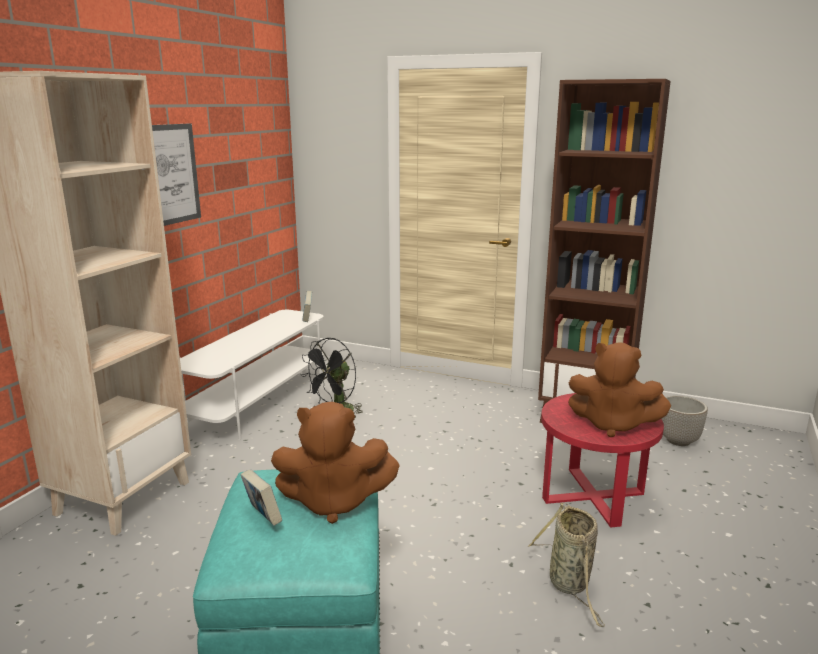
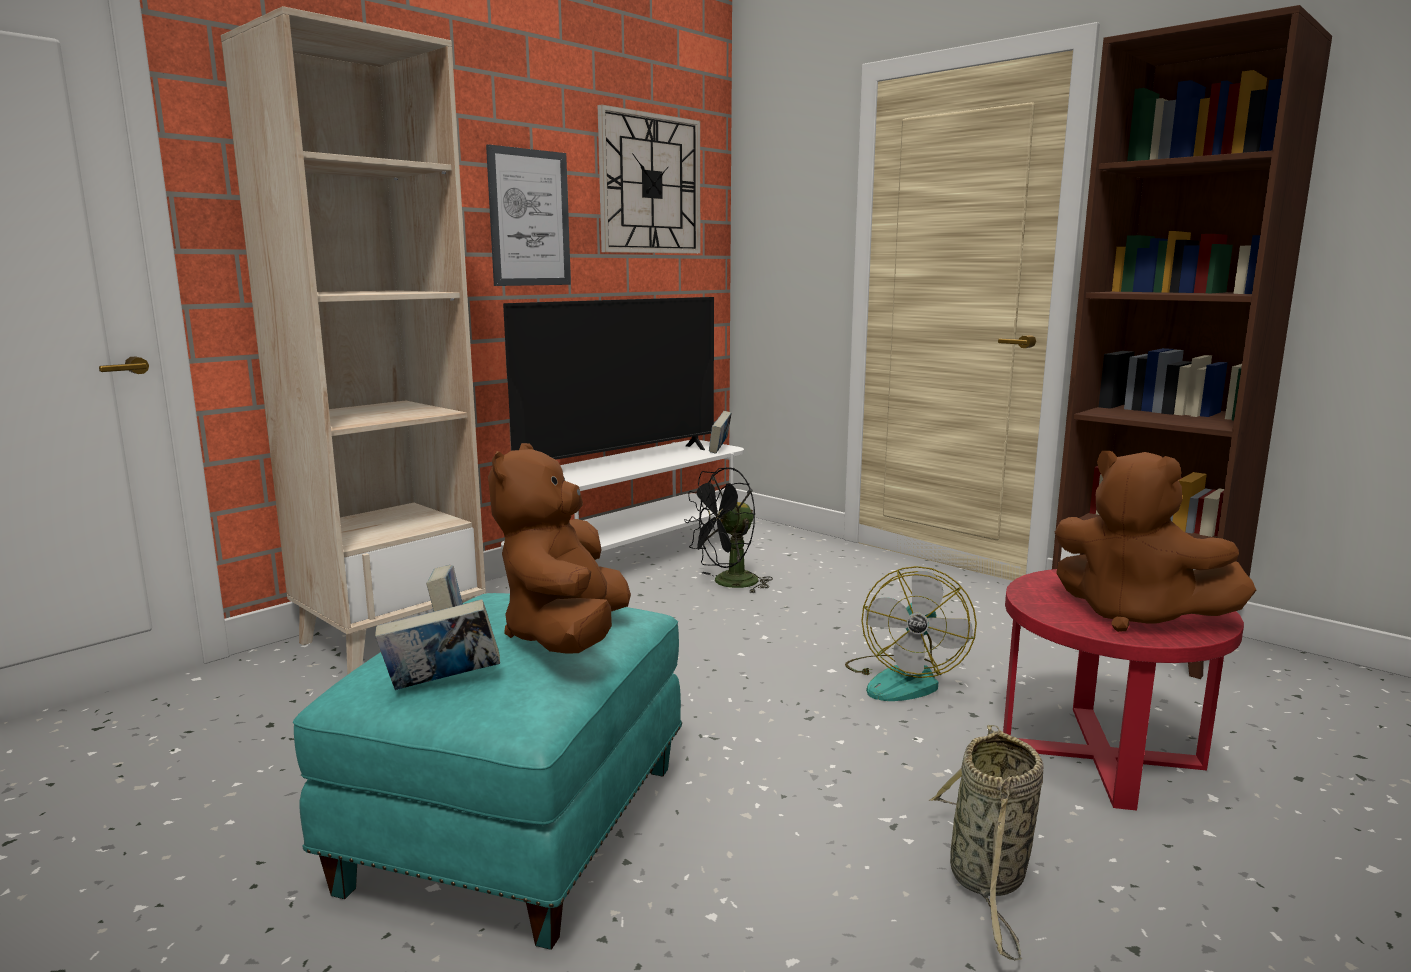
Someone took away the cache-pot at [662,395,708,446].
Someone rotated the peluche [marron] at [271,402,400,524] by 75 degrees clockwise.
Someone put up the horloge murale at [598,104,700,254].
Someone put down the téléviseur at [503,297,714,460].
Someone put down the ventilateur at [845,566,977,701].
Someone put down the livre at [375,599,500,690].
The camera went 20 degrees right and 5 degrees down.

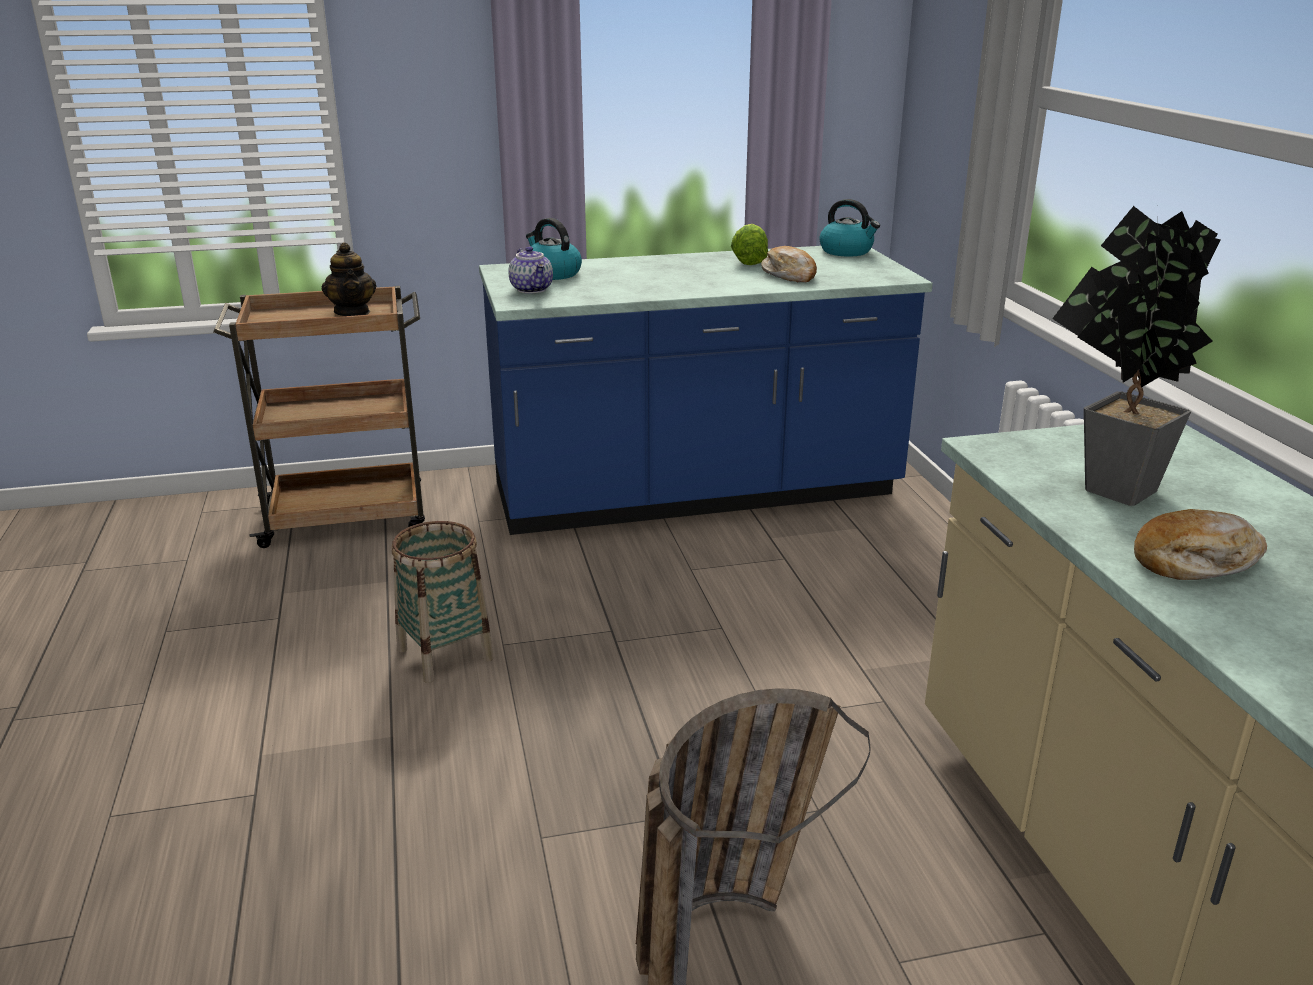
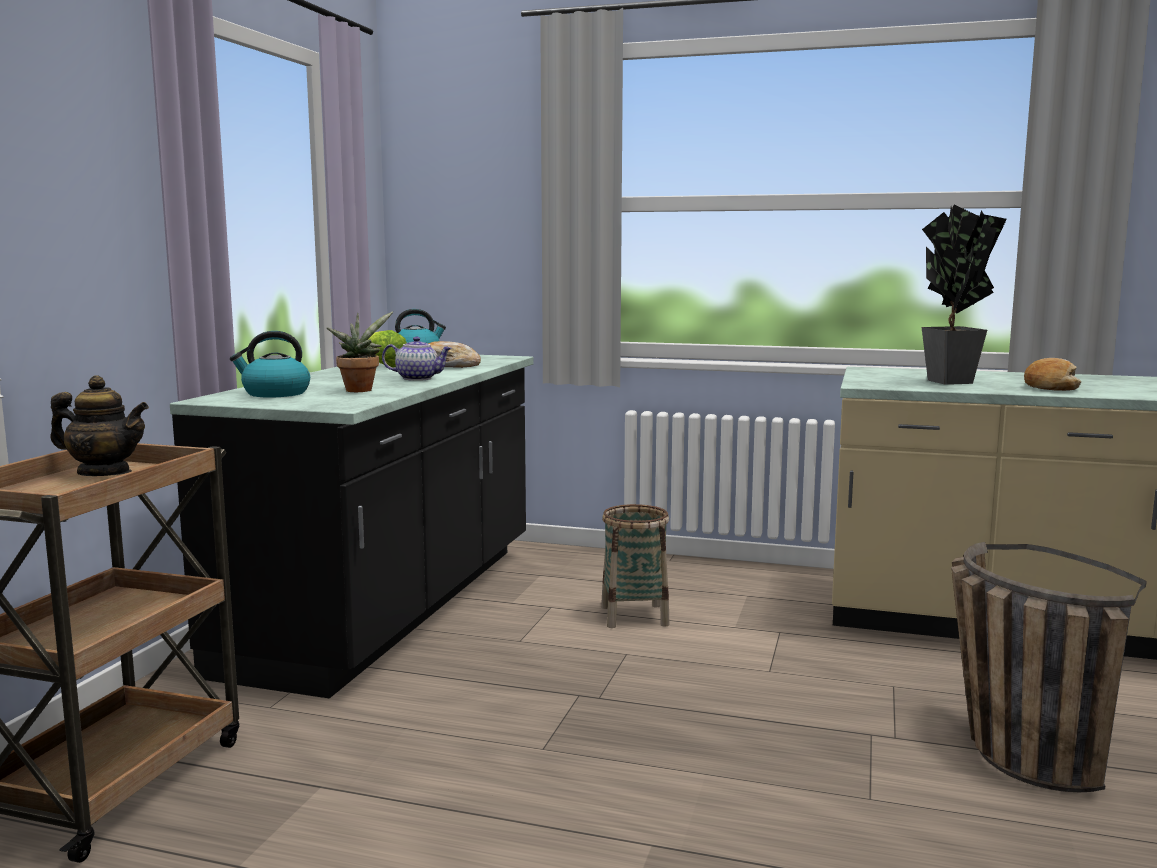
Someone repainted the comptoir de cuisine [bleu] at [479,246,933,535], which became the comptoir de cuisine [noir] at [170,355,534,699].
Someone carried the théière from [508,246,553,294] to [382,337,452,381].
Someone carried the panier from [392,521,494,683] to [601,504,670,628].
Someone put down the plante en pot at [327,312,393,392].
The camera went 60 degrees left and 15 degrees down.

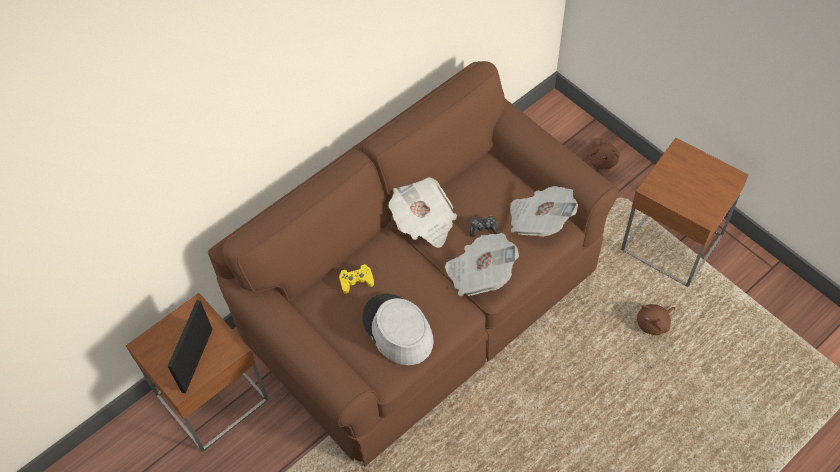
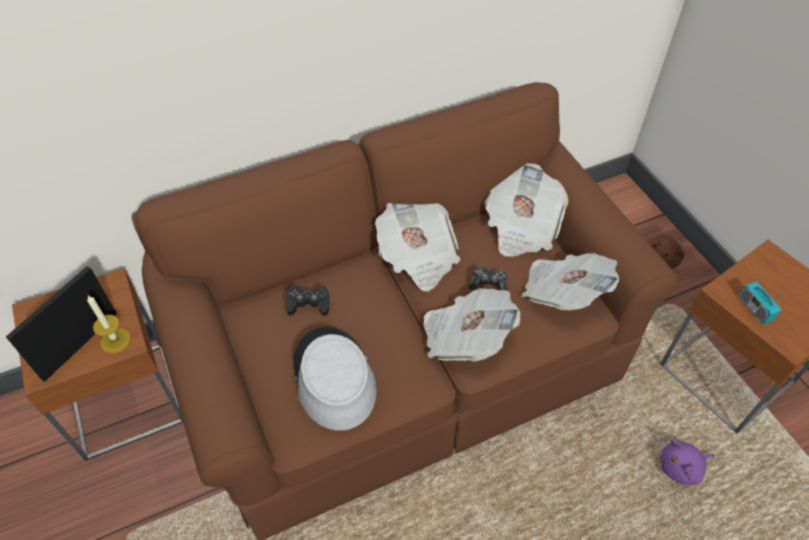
Someone repainted the manette [jaune] at [339,264,374,294], which became the manette [noir] at [286,285,329,316].
Someone repainted the peluche [marron] at [637,304,676,335], which became the peluche [violet] at [661,440,715,485].
Someone put down the journal at [485,163,569,256].
Someone put down the radio at [739,279,790,324].
Someone put down the bougie at [87,296,131,353].
The camera went 15 degrees right and 5 degrees down.

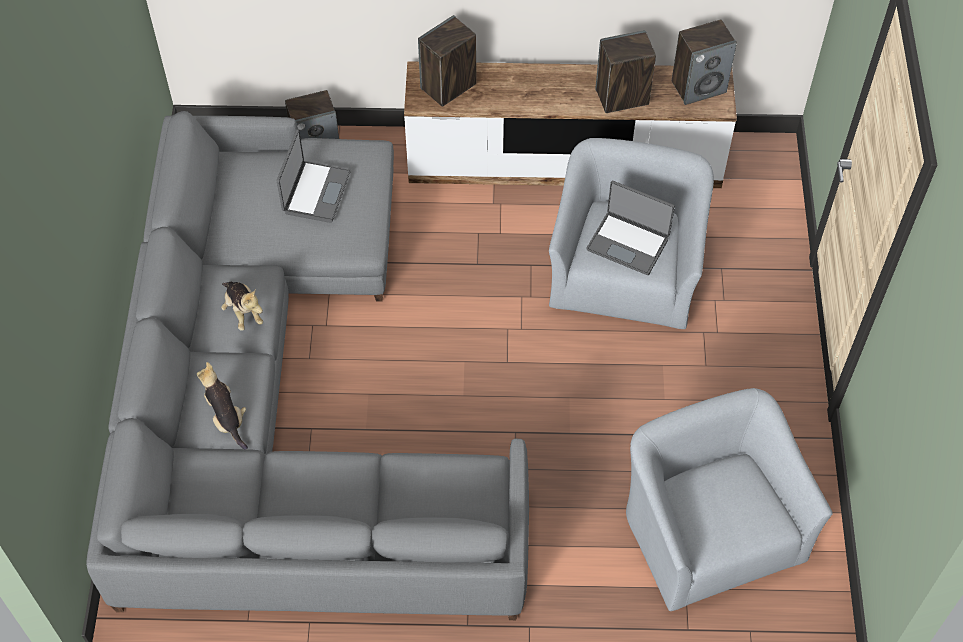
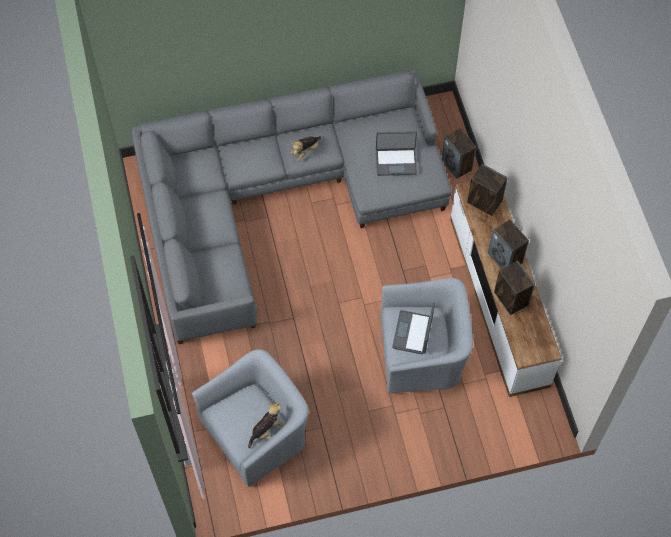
Someone carried the enceinte from [672,19,737,105] to [488,220,529,269].
Someone carried the peluche from [197,362,248,450] to [248,402,284,449].
The camera went 75 degrees right and 5 degrees up.

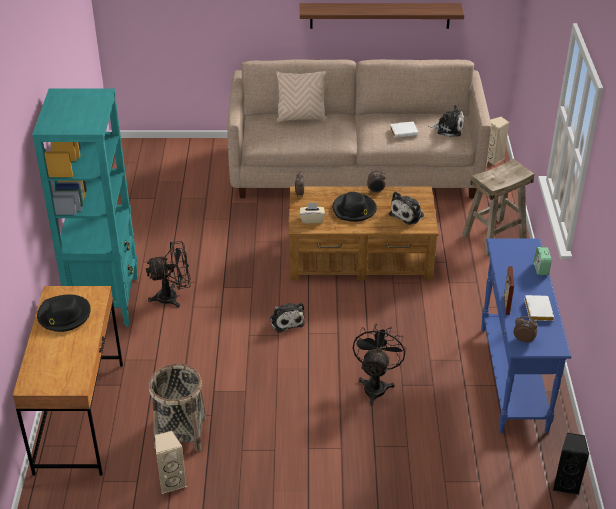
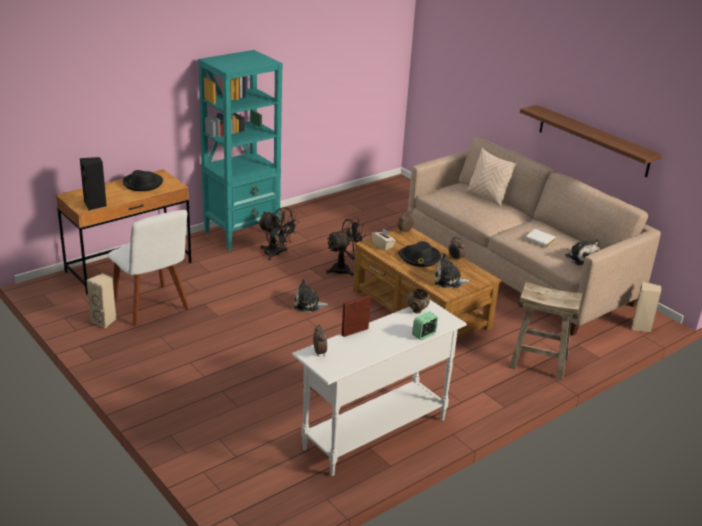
Someone repainted the table console [bleu] at [481,239,571,433], which became the table console [blanc] at [292,300,467,476].
Someone took away the livre [blanc] at [524,295,554,321].
Someone rotated the peluche at [270,303,305,333] by 60 degrees clockwise.
Someone carried the ventilateur [noir] from [353,323,406,406] to [326,218,367,276].
Someone swapped the panier at [149,364,206,451] for the chaise [blanc] at [107,210,190,326].
Someone carried the enceinte [noir] from [553,433,589,495] to [80,157,107,210].
Someone put down the bol [marron] at [407,289,430,314].
The camera went 50 degrees right and 10 degrees down.

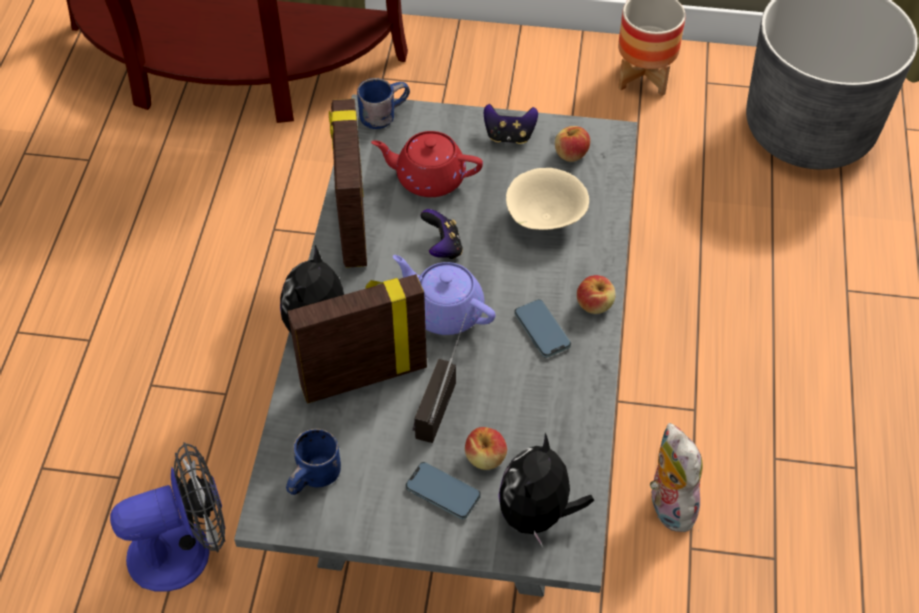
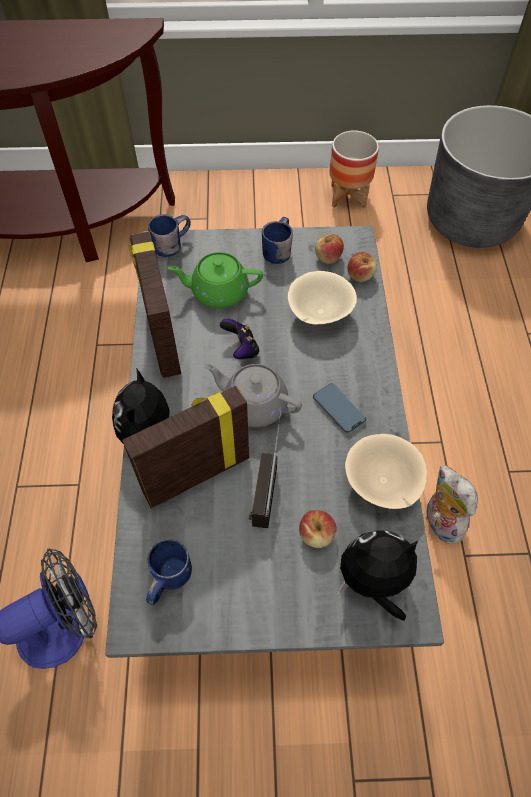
Someone swapped the manette at [484,104,538,144] for the mug [bleu] at [262,217,293,264].
Someone repainted the théière [rouge] at [371,131,483,197], which became the théière [vert] at [168,252,263,308].
Someone repainted the théière [violet] at [393,255,496,335], which became the théière [gris] at [204,364,302,427].
Someone carried the pomme from [577,275,616,314] to [347,252,377,282].
Someone rotated the peluche at [498,433,594,547] by 75 degrees clockwise.
Someone took away the téléphone at [406,462,481,519].
Someone put down the bol [beige] at [345,434,427,509].
The camera went 10 degrees left and 5 degrees up.

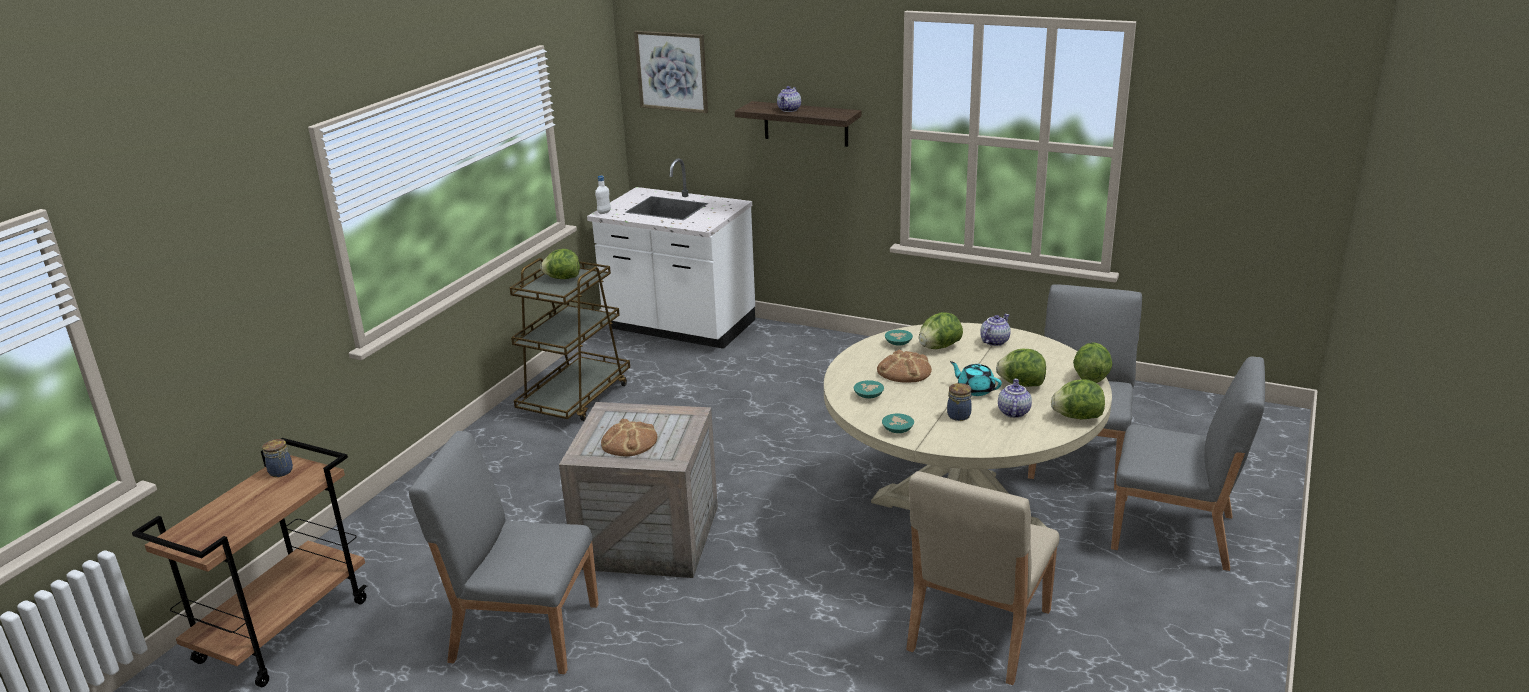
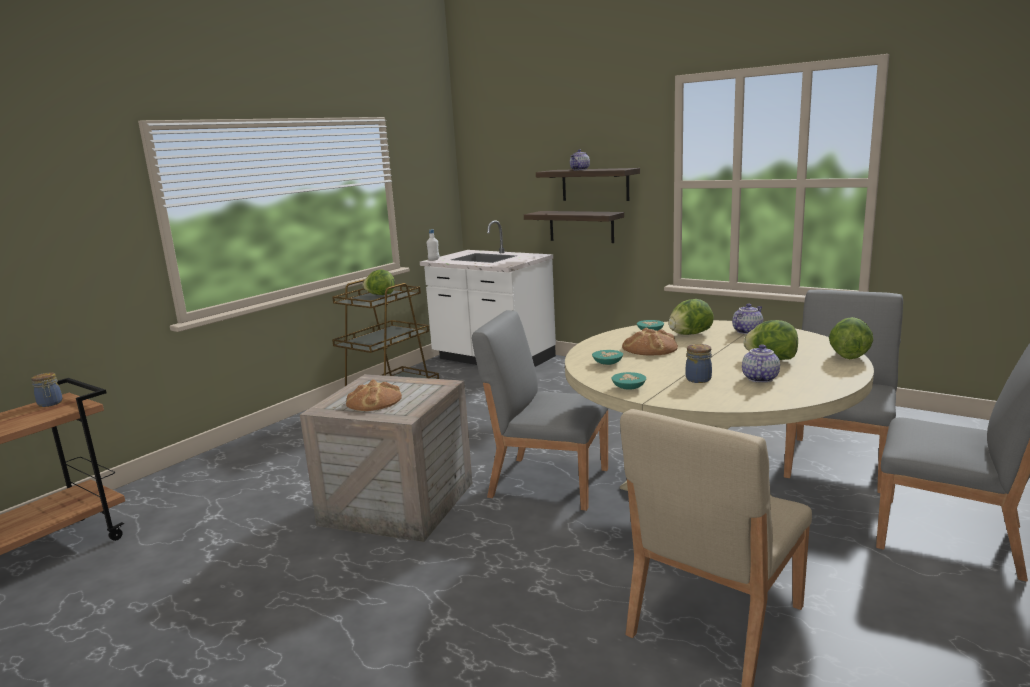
Someone took away the tableau at [634,31,708,113].
Someone took away the théière [turquoise] at [950,361,1002,396].
Someone took away the laitue at [1051,379,1105,419].
Someone carried the chaise [gris] from [409,431,599,674] to [472,310,609,511].
Someone put up the étagère at [524,211,624,243].
The camera went 10 degrees right and 10 degrees down.

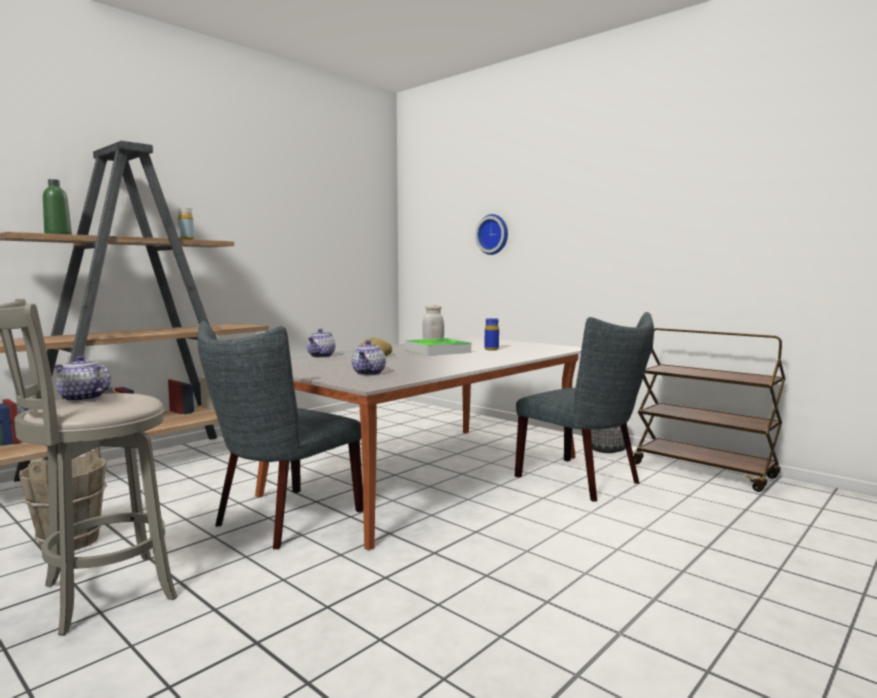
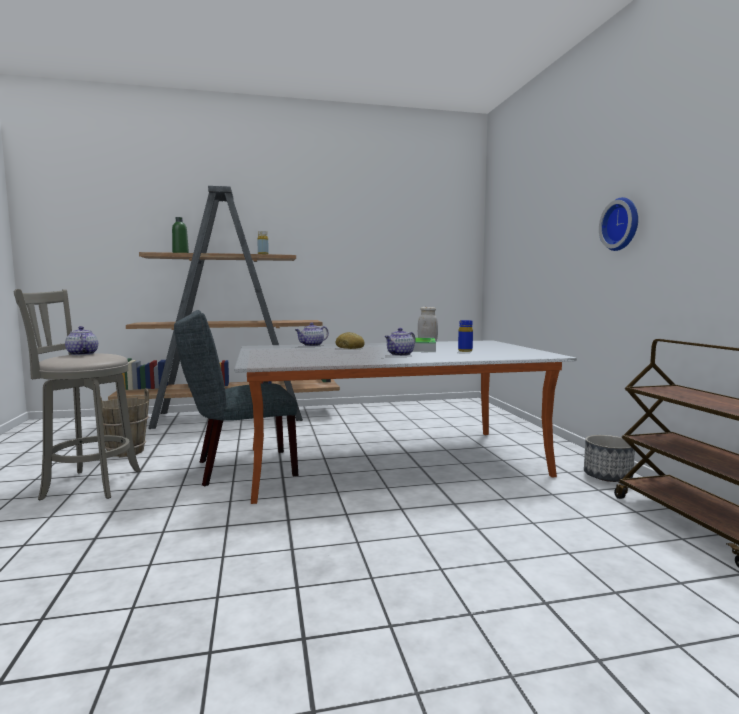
Someone carried the horloge murale from [475,214,508,255] to [599,197,638,251].
Someone took away the chaise [gris] at [515,312,654,502].
Someone carried the théière from [352,340,386,375] to [385,328,416,356].
The camera went 35 degrees right and 0 degrees up.

